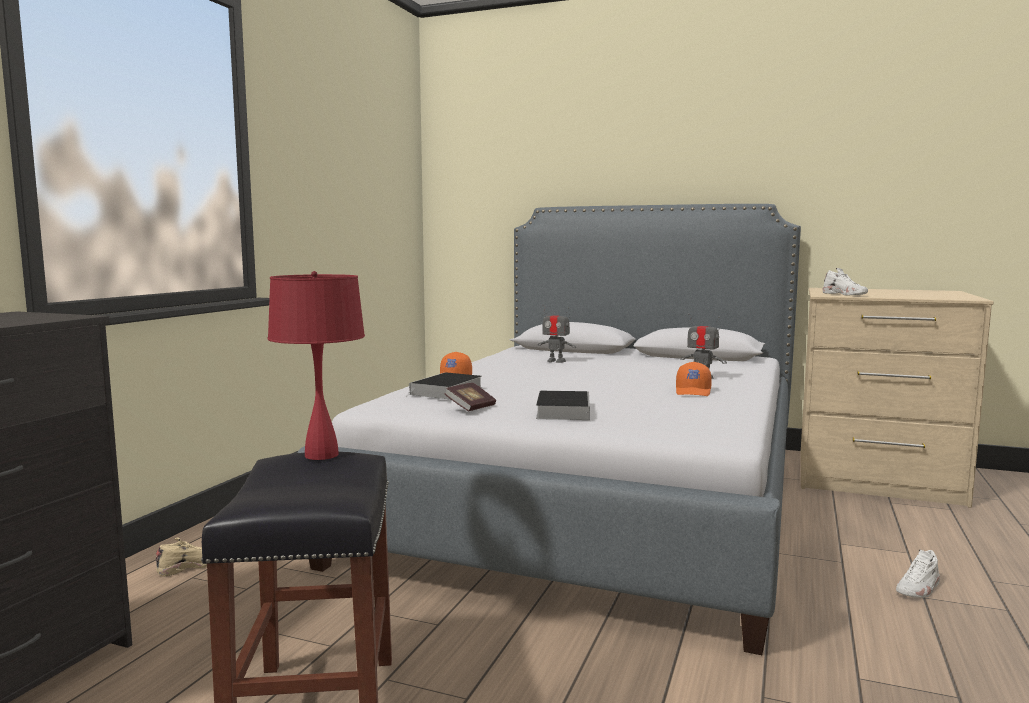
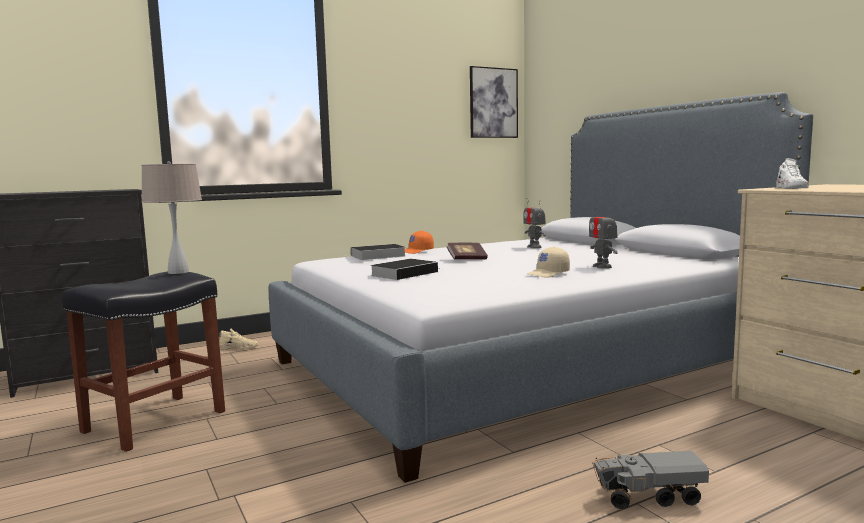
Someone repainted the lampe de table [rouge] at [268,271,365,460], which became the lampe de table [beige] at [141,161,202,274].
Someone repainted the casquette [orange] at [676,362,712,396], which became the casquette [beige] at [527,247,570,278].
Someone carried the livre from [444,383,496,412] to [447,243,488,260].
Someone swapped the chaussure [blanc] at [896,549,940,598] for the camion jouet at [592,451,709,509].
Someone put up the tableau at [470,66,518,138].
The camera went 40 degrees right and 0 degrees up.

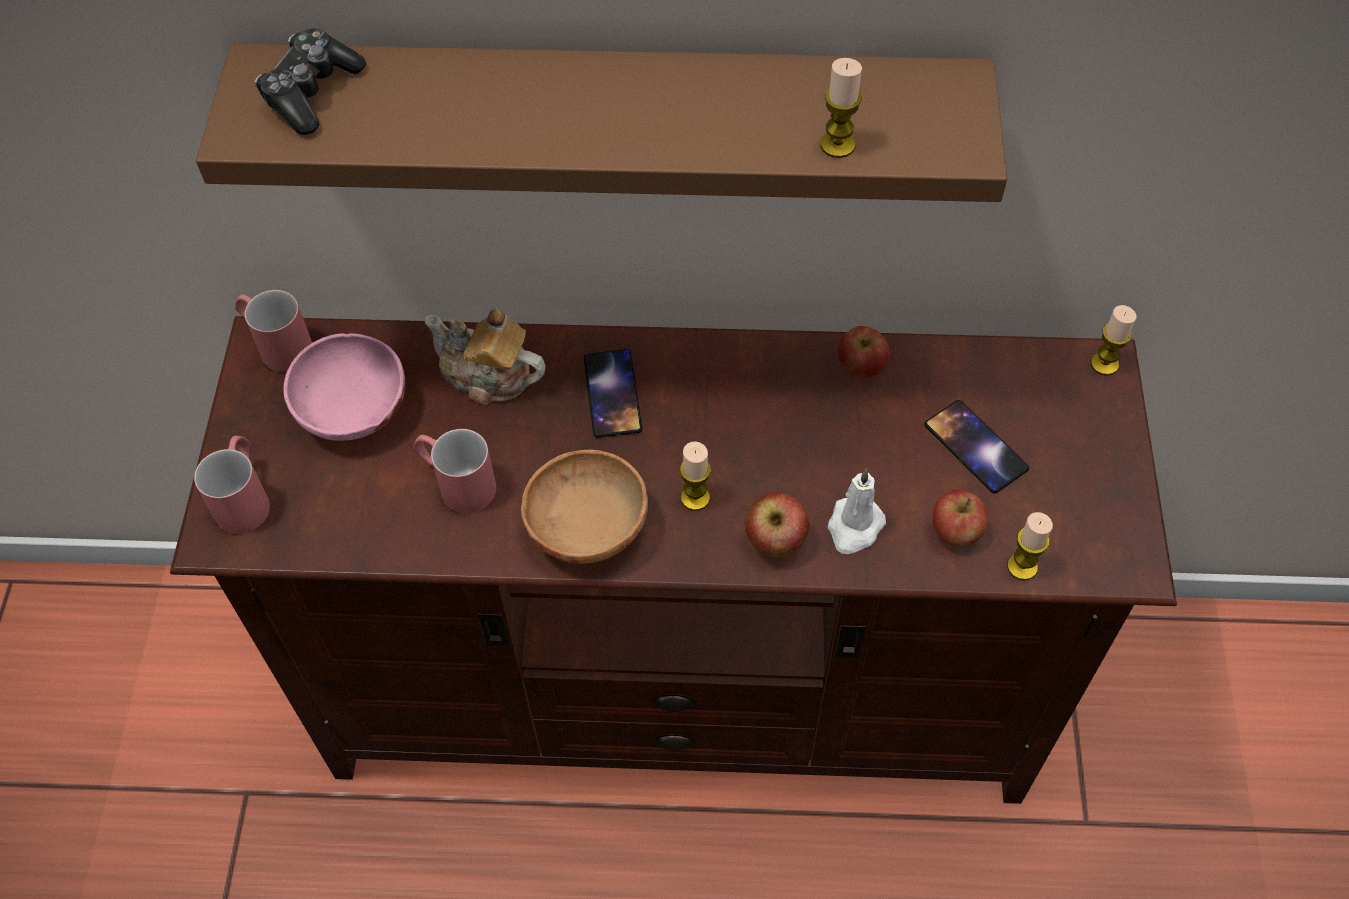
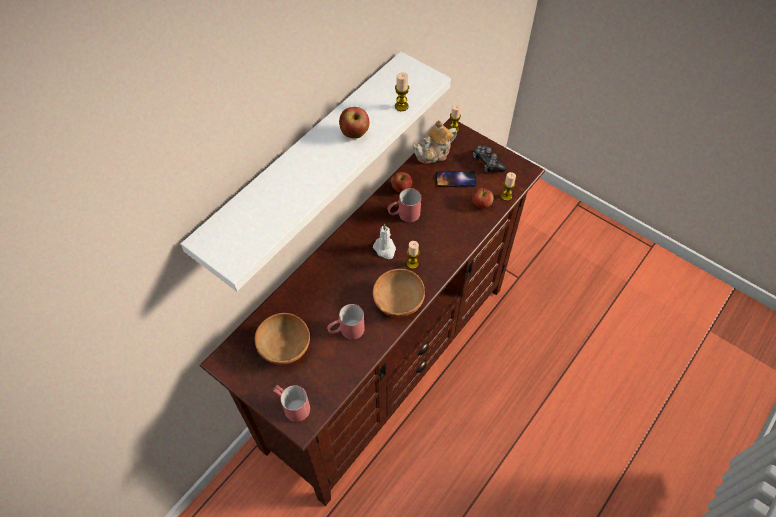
Someone carried the manette from [254,28,366,135] to [473,145,506,172].
Someone repainted the étagère [marron] at [196,44,1007,202], which became the étagère [blanc] at [181,52,451,291].
Someone carried the mug [rouge] from [235,290,312,372] to [388,188,421,222].
Someone carried the théière from [425,308,546,405] to [413,120,457,164].
Someone repainted the bol [rose] at [283,333,405,441], which became the bol [marron] at [255,313,310,364].
Someone took away the téléphone at [584,349,642,438].
Someone carried the bougie [blanc] from [828,469,886,554] to [373,224,396,259].
Someone carried the pomme from [744,492,809,557] to [339,107,370,138].
The camera went 55 degrees left and 0 degrees up.

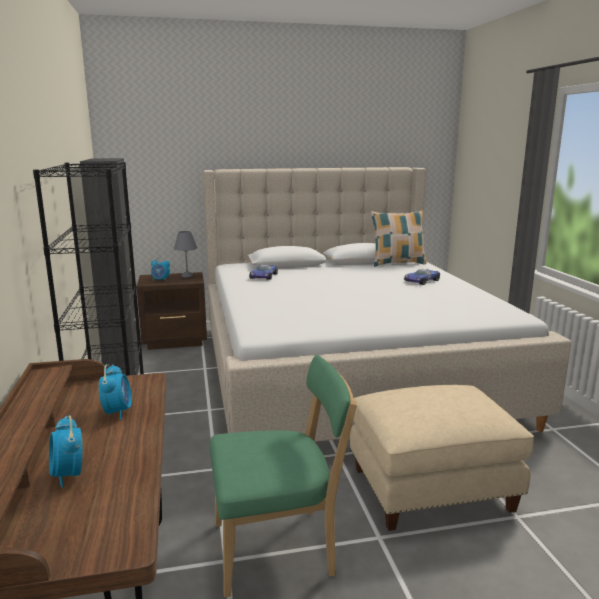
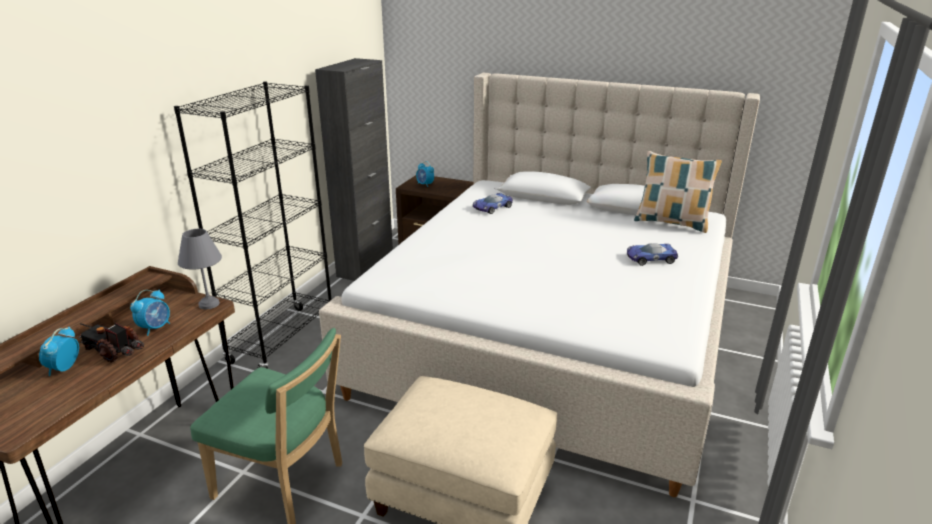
Someone carried the lampe de table [gris] from [174,231,197,277] to [178,229,222,309].
Someone put down the camion jouet at [79,323,144,363].
The camera went 35 degrees right and 10 degrees up.

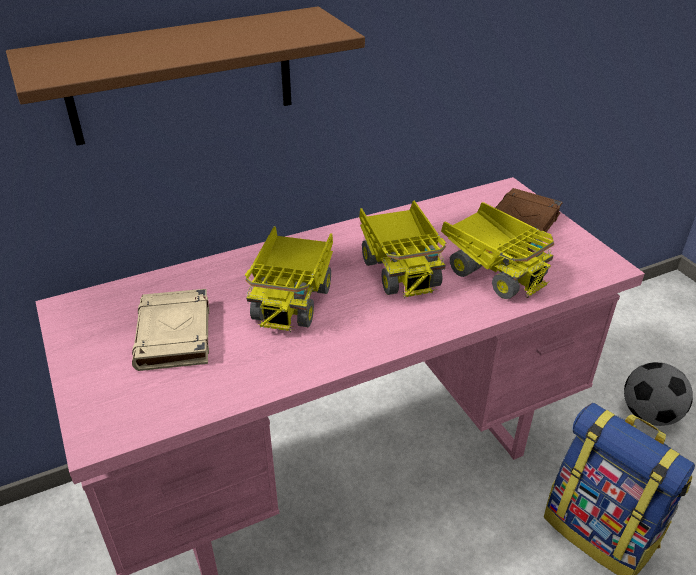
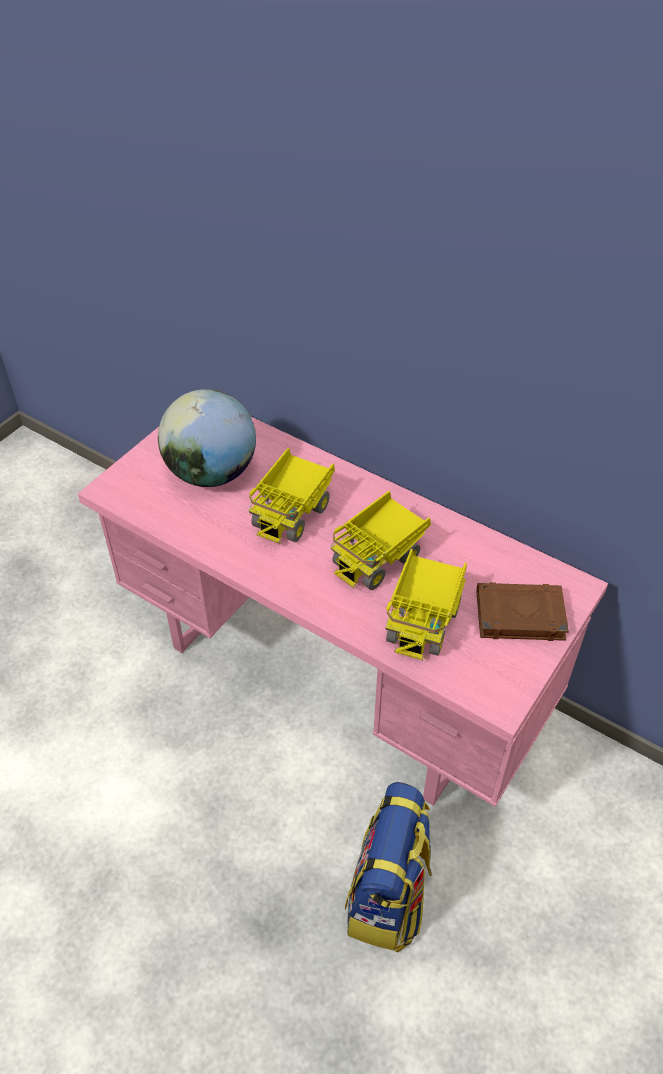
Someone took away the étagère [marron] at [6,6,365,146].
Someone rotated the camion jouet at [244,227,333,332] by 45 degrees counterclockwise.
Someone swapped the livre [beige] at [132,289,209,371] for the globe at [158,389,256,487].
Someone took away the ballon de foot at [624,362,693,426].
The camera went 60 degrees right and 10 degrees up.

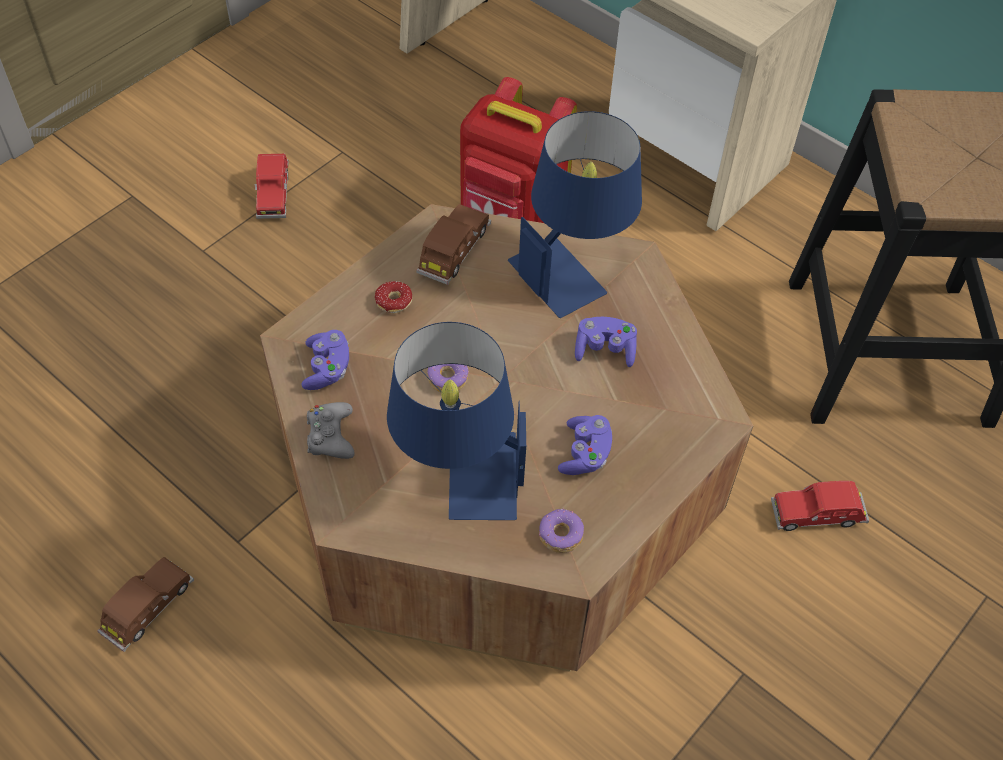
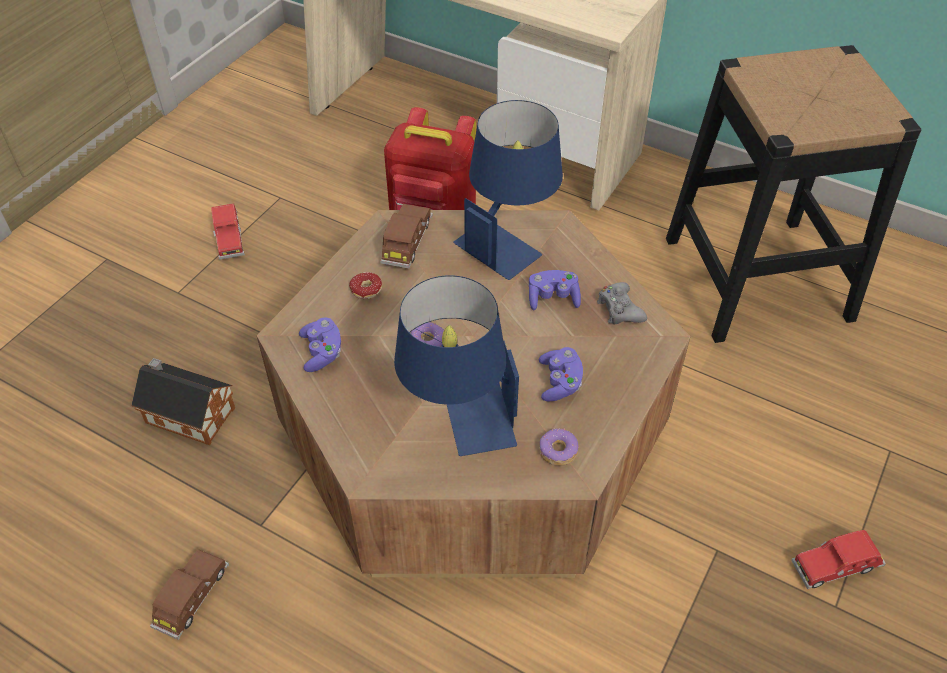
Someone carried the manette [gris] from [307,402,355,459] to [597,282,647,324].
Someone carried the petite voiture [rouge] from [771,481,869,531] to [791,530,886,589].
Someone put down the maison miniature at [131,358,235,445].
The camera went 10 degrees left and 5 degrees down.

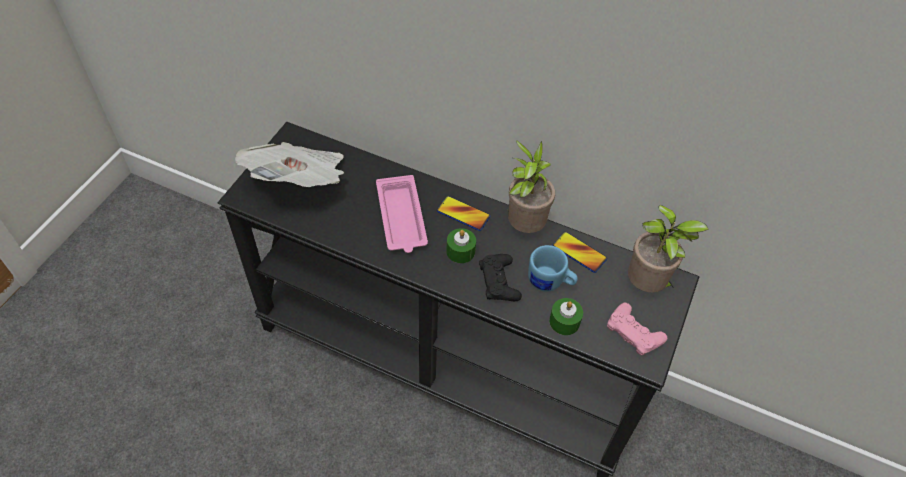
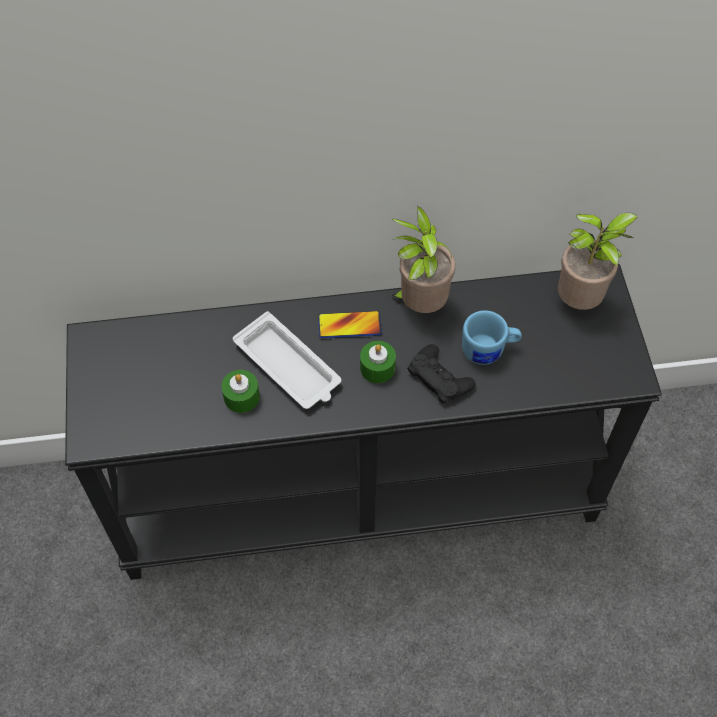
Someone took away the journal at [235,142,344,187].
Someone repainted the plateau [rose] at [376,175,428,253], which became the plateau [blanc] at [233,311,341,409].
Someone took away the téléphone at [553,232,607,273].
Someone carried the bougie [vert] from [549,298,583,335] to [221,370,260,413].
Someone took away the manette [rose] at [607,303,667,355].
The camera went 30 degrees left and 5 degrees up.

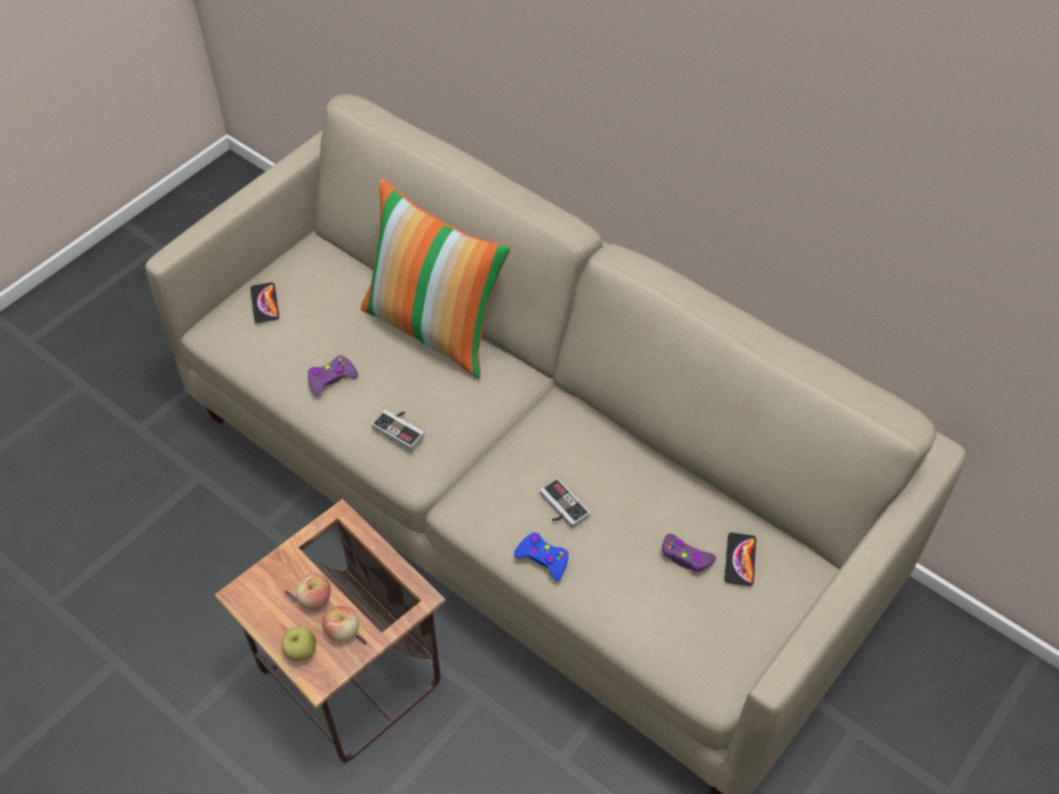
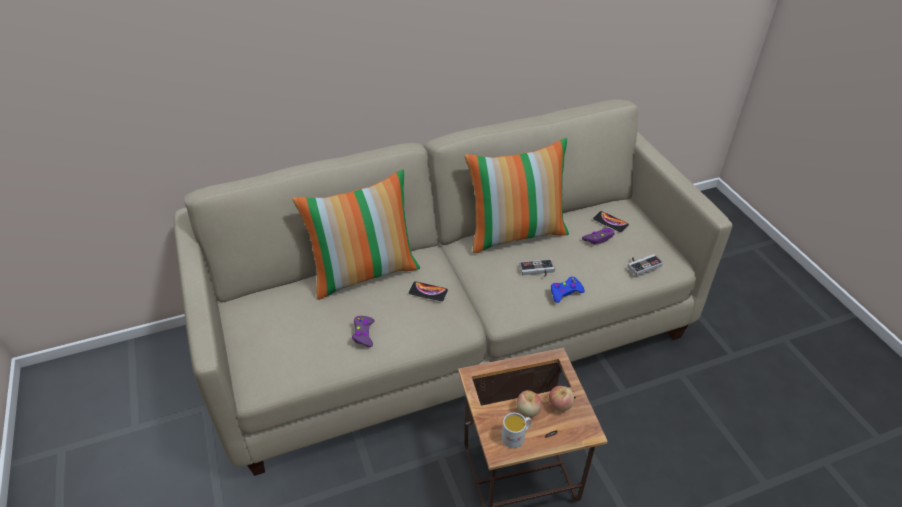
Someone carried the téléphone from [250,282,279,323] to [409,281,448,301].
Someone carried the manette from [371,410,424,451] to [628,254,663,276].
Someone took away the pomme at [281,627,316,661].
Someone put down the coussin at [465,138,569,253].
Someone put down the mug [blanc] at [502,413,532,448].
The camera went 60 degrees left and 10 degrees down.

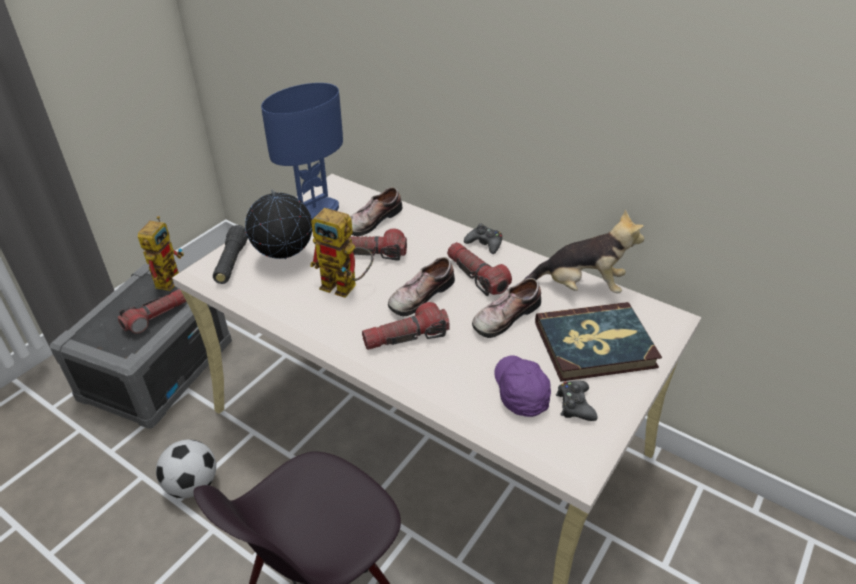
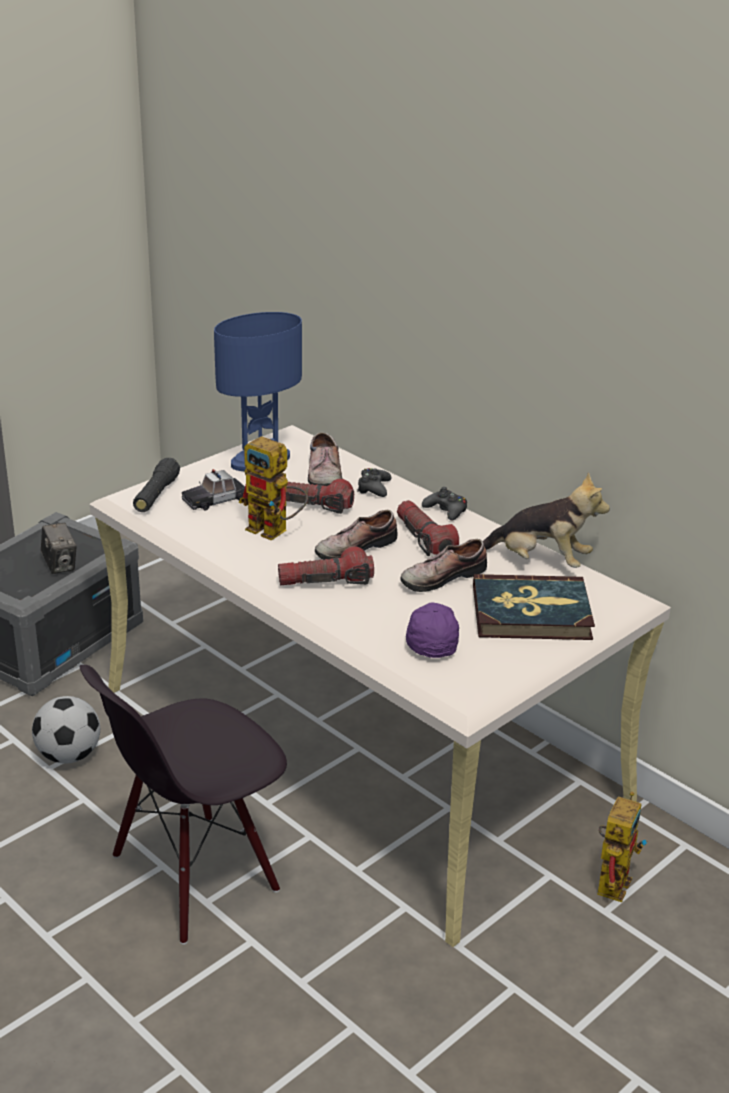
Someone rotated the chaussure at [350,187,402,236] by 60 degrees counterclockwise.
Someone swapped the globe at [245,189,312,259] for the petite voiture at [182,469,245,510].
Someone carried the robot jouet from [138,216,184,291] to [597,791,647,902].
Someone swapped the lampe de poche at [118,289,186,334] for the appareil photo at [41,523,77,574].
Someone carried the manette [noir] from [556,381,598,421] to [357,468,392,497].
The camera went 10 degrees right and 10 degrees down.

